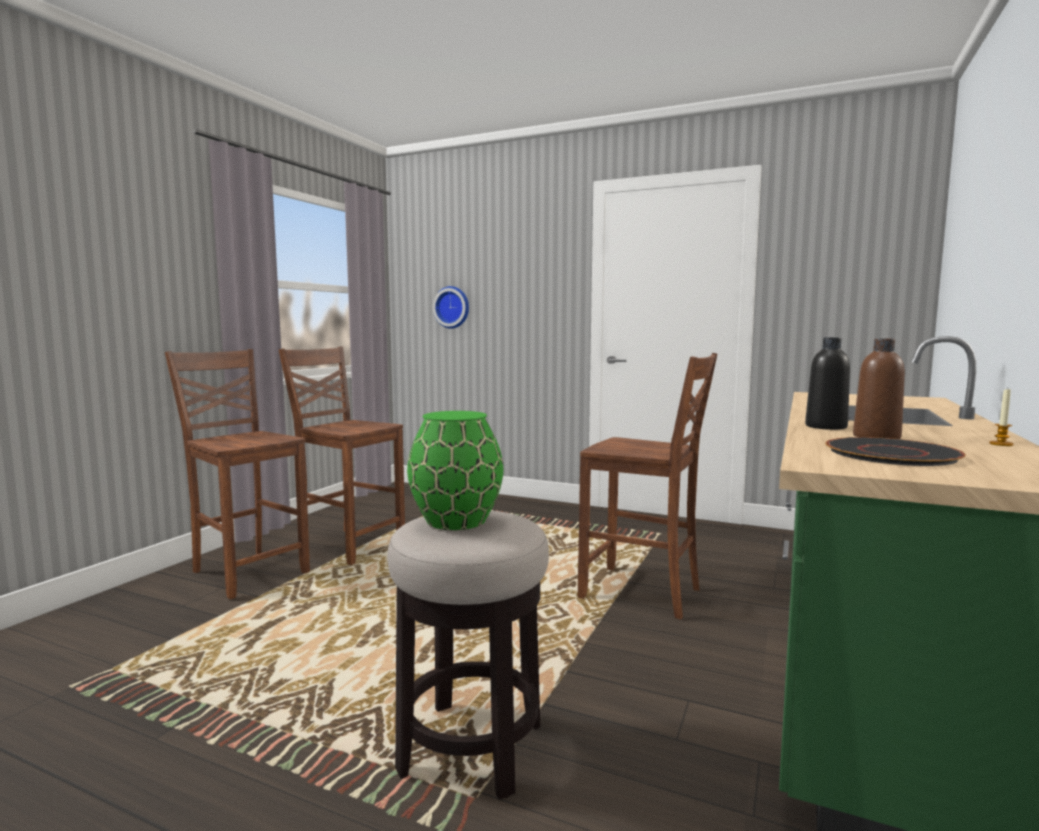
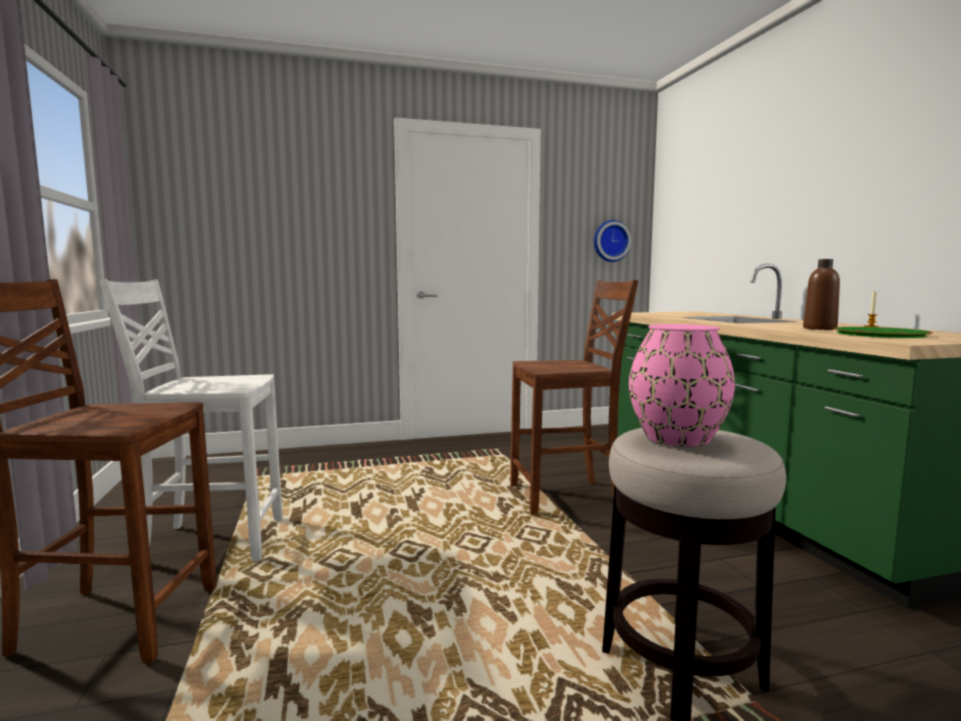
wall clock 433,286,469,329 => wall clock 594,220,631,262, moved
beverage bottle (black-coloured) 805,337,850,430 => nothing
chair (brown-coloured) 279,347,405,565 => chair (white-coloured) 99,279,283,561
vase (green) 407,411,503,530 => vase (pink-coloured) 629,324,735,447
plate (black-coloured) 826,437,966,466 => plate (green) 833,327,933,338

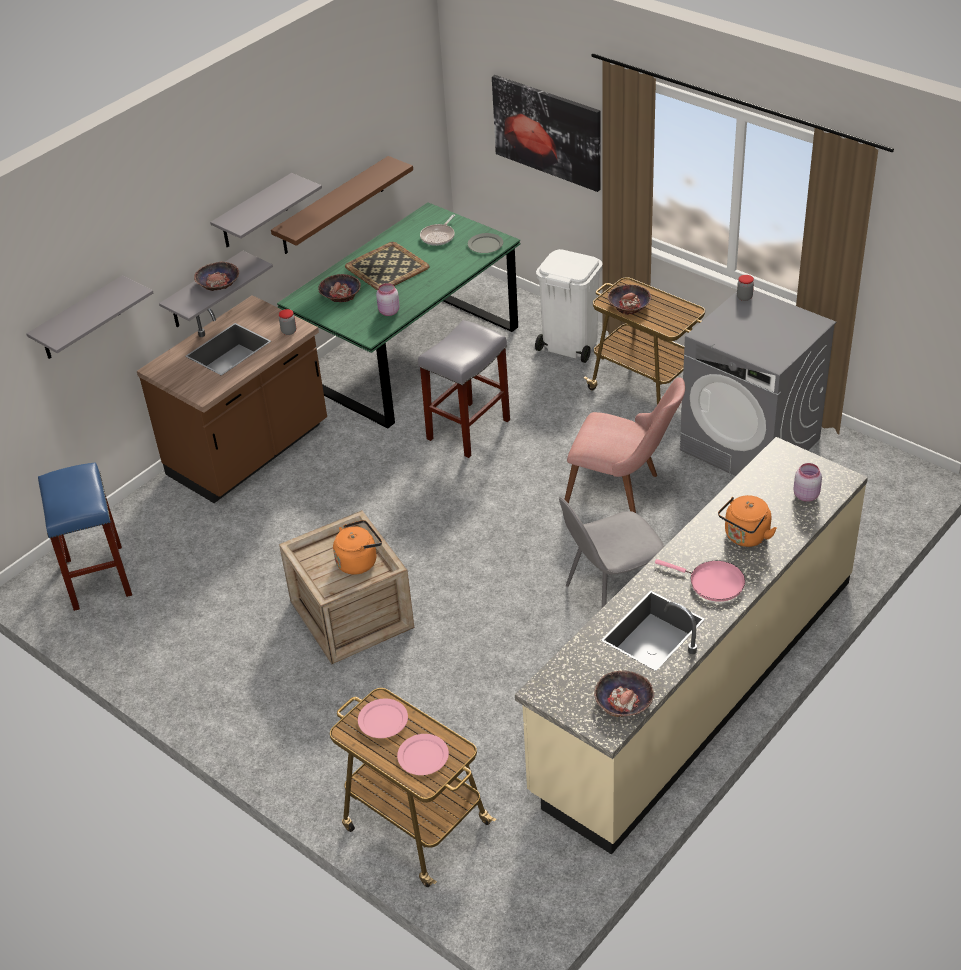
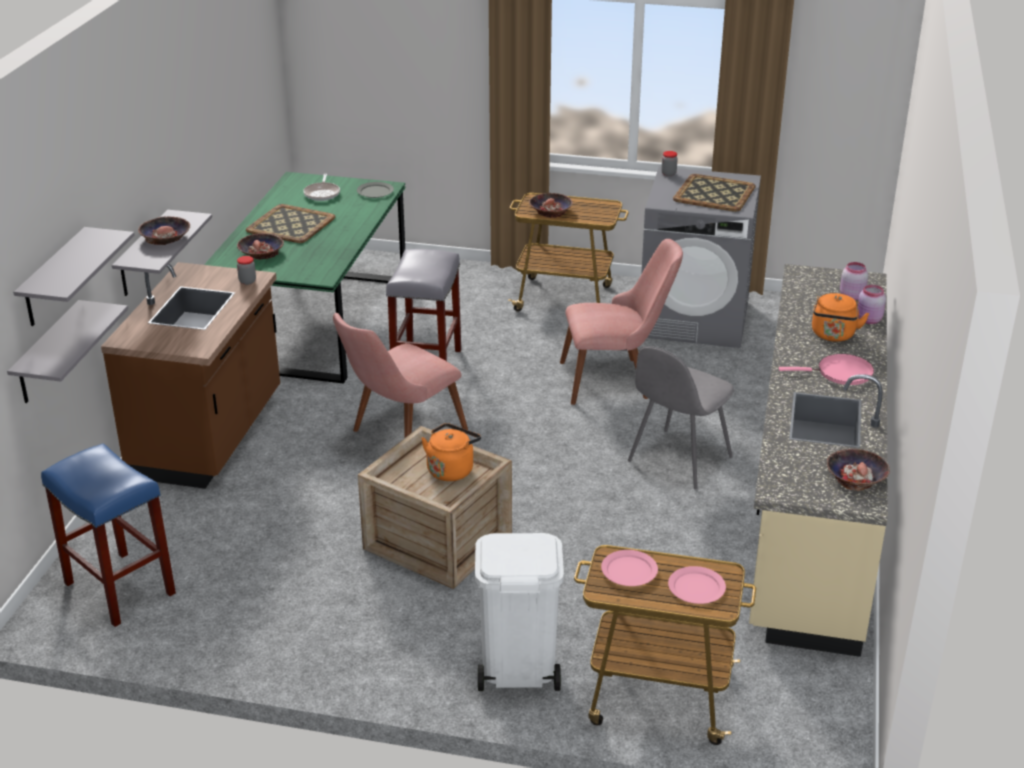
picture 492,75,601,192 => nothing
wall shelf (brown-coloured) 271,156,413,254 => nothing
wall shelf (greyish) 210,173,322,248 => wall shelf (greyish) 7,300,128,403, moved
trash can (white-coloured) 535,249,603,363 => trash can (white-coloured) 475,533,564,691, moved
storage jar (pink-coloured) 376,283,400,316 => storage jar (pink-coloured) 858,285,886,324, moved
nothing => tray 673,174,756,212
nothing => chair (pink-coloured) 333,313,468,437

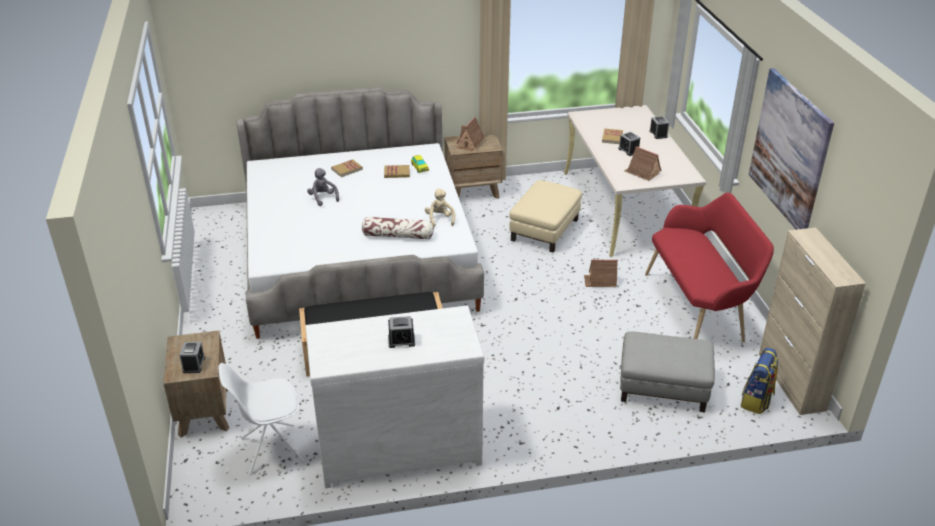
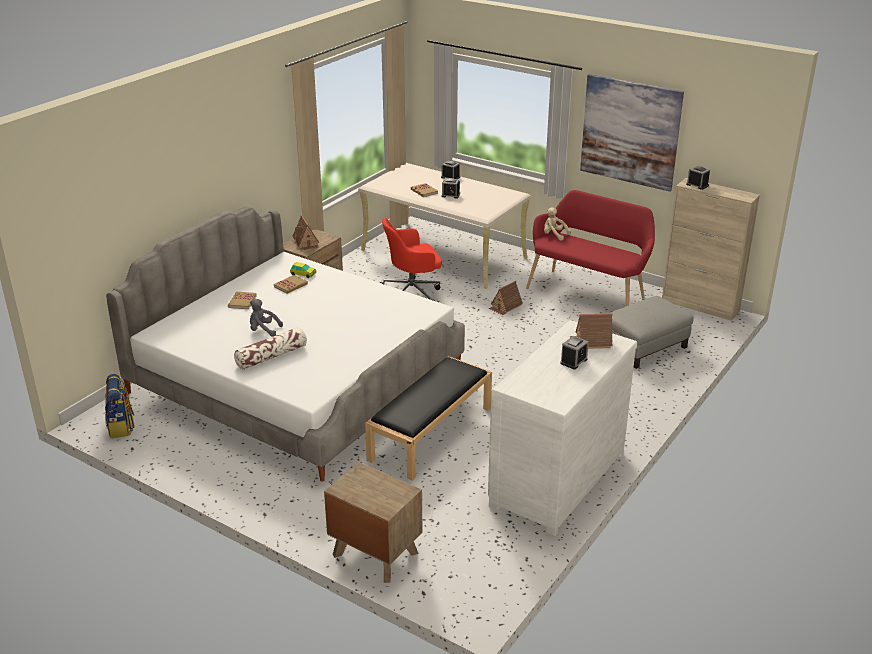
model house 625,146,661,181 => model house 570,313,613,349, moved
pouffe (beige-coloured) 509,180,582,252 => office chair (reddish) 380,218,442,301
cuddly toy (beige-coloured) 425,188,455,227 => cuddly toy (beige-coloured) 544,207,571,241, moved
cushion 362,217,434,240 => cushion 234,327,307,370, moved
alarm clock 179,342,205,373 => alarm clock 686,166,710,190, moved
rucksack 741,348,778,414 => rucksack 105,374,135,438, moved
chair (white-coloured) 218,363,304,475 => nothing

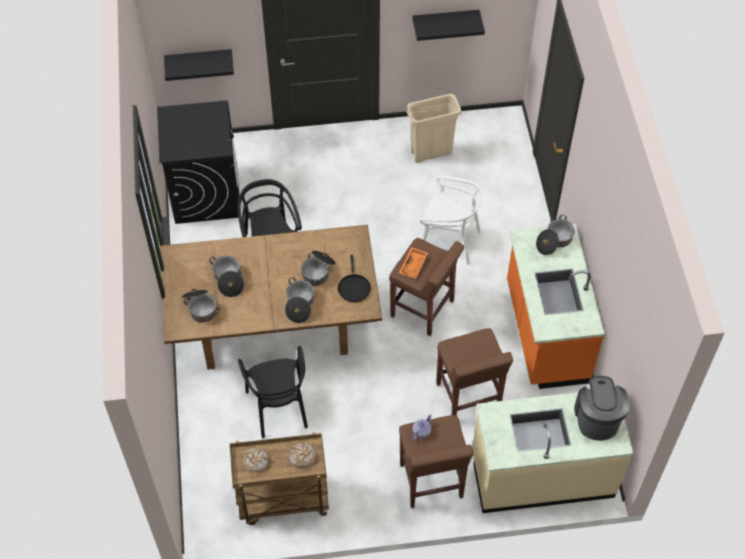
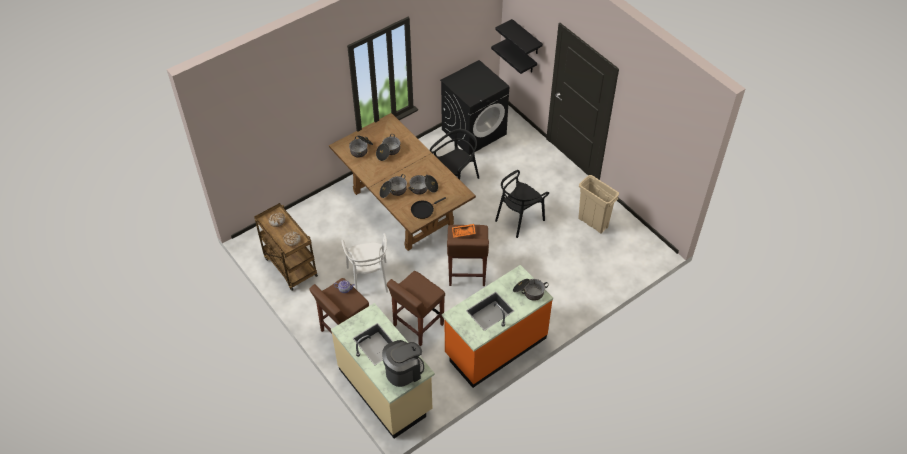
wall shelf (black-coloured) 413,10,485,41 => wall shelf (black-coloured) 495,19,543,55, moved
chair (white-coloured) 420,175,484,265 => chair (white-coloured) 341,233,388,293, moved
chair (black-coloured) 238,346,308,438 => chair (black-coloured) 495,170,549,238, moved

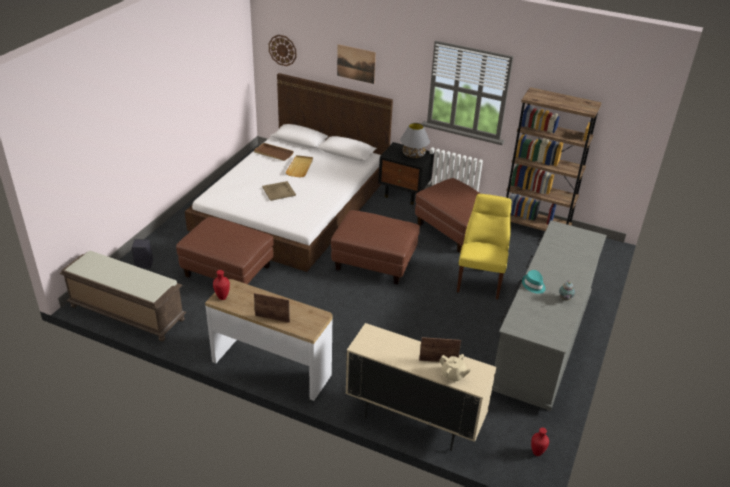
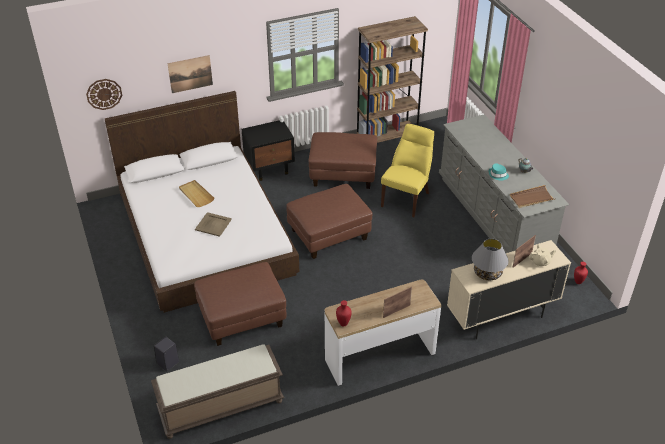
lamp for a table (greyish) 400,123,430,158 => lamp for a table (greyish) 472,239,509,280, moved
tray (brown-coloured) 254,143,294,161 => tray (brown-coloured) 509,185,555,208, moved
chair (yellowish) 457,194,512,299 => chair (yellowish) 381,124,434,217, 60 degrees clockwise

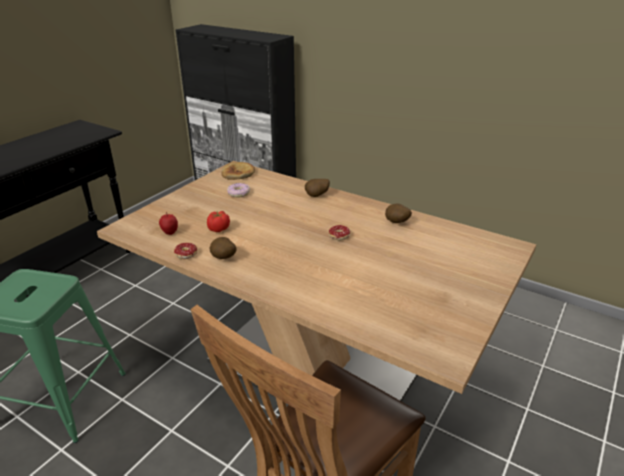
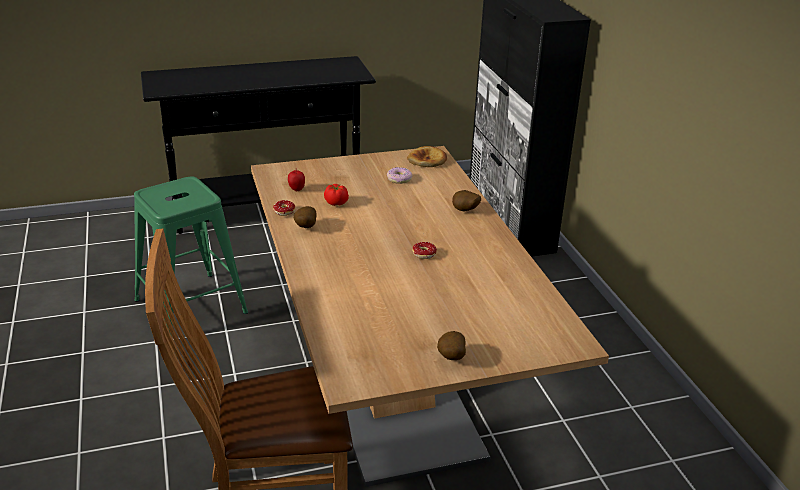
potato 385,203,412,223 => potato 437,331,466,360, moved

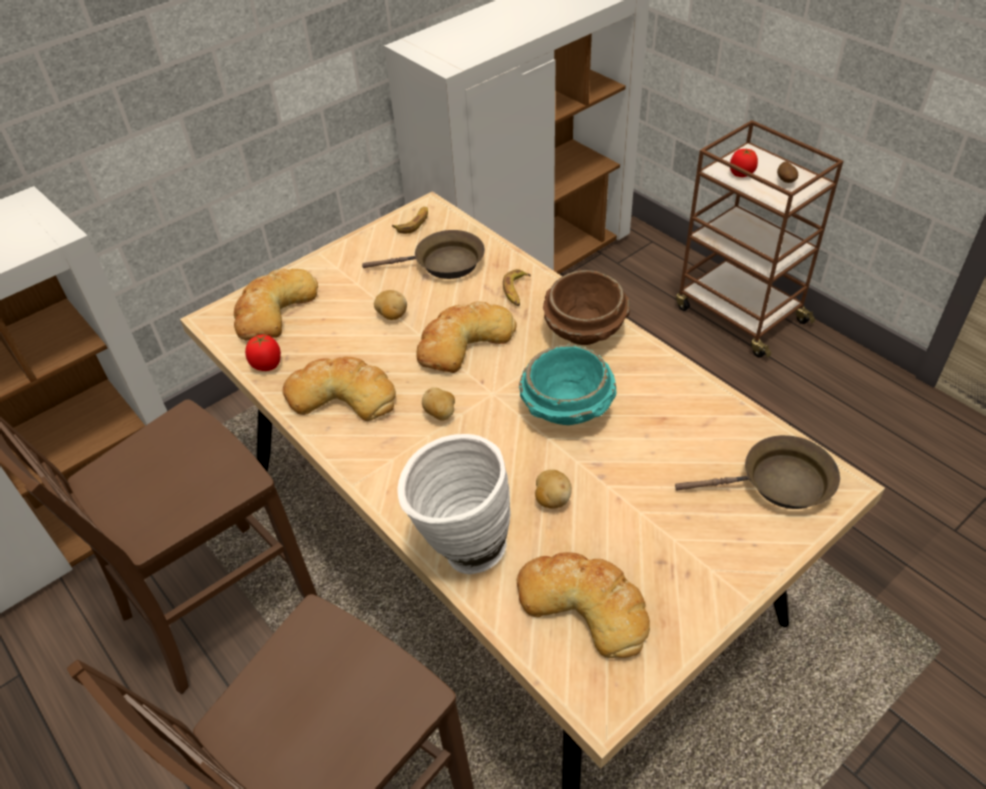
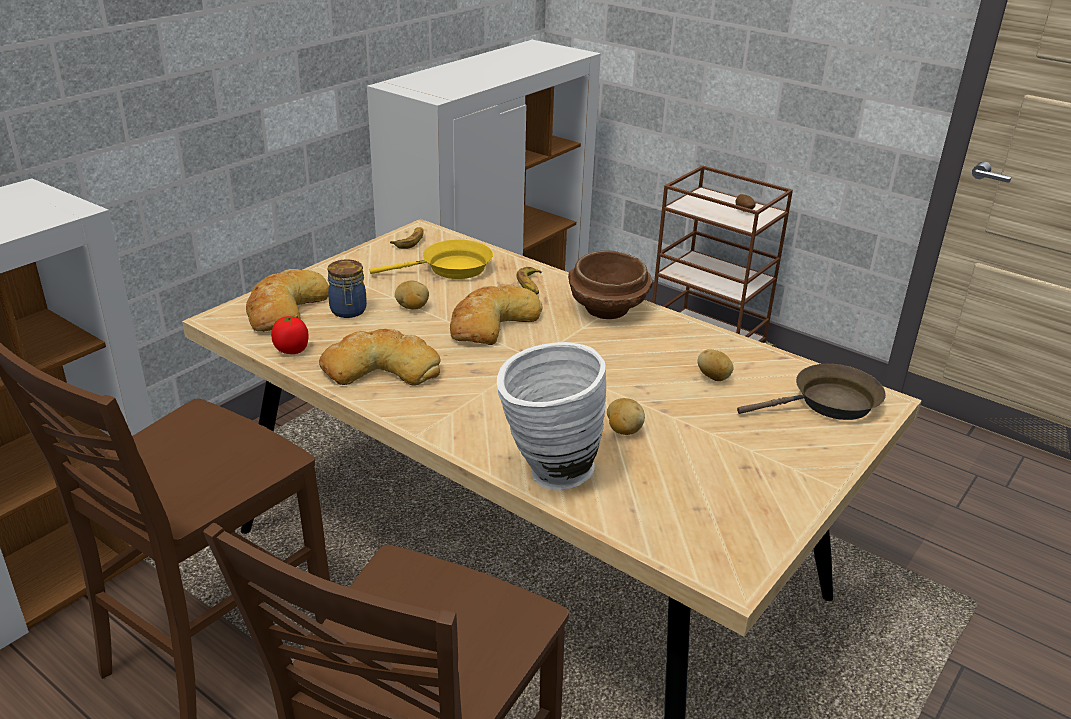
whole tomato 730,149,758,177 => nothing
skillet (brown-coloured) 362,230,485,279 => skillet (yellowish) 370,240,493,279
deep dish (turquoise) 519,345,616,425 => nothing
potato 422,387,455,421 => potato 698,349,734,381, moved
bakery bread 517,552,650,658 => nothing
nothing => storage jar 328,260,367,318

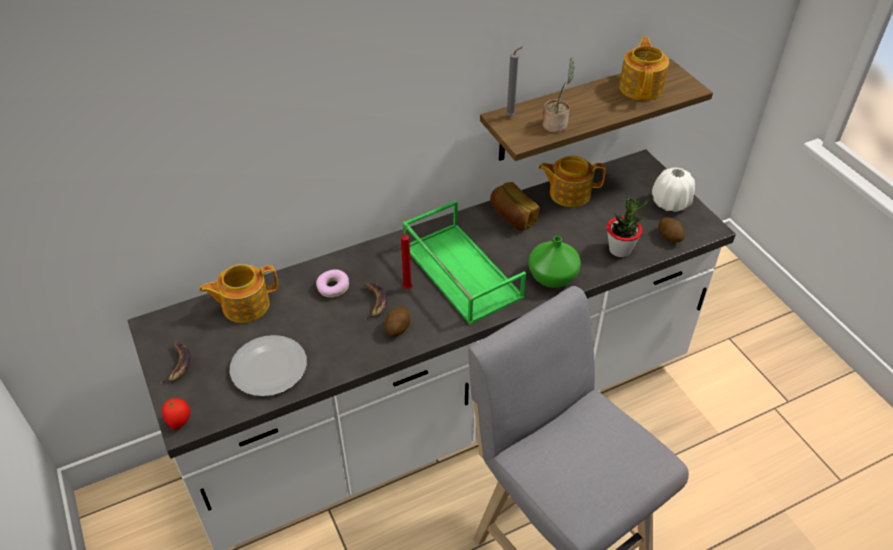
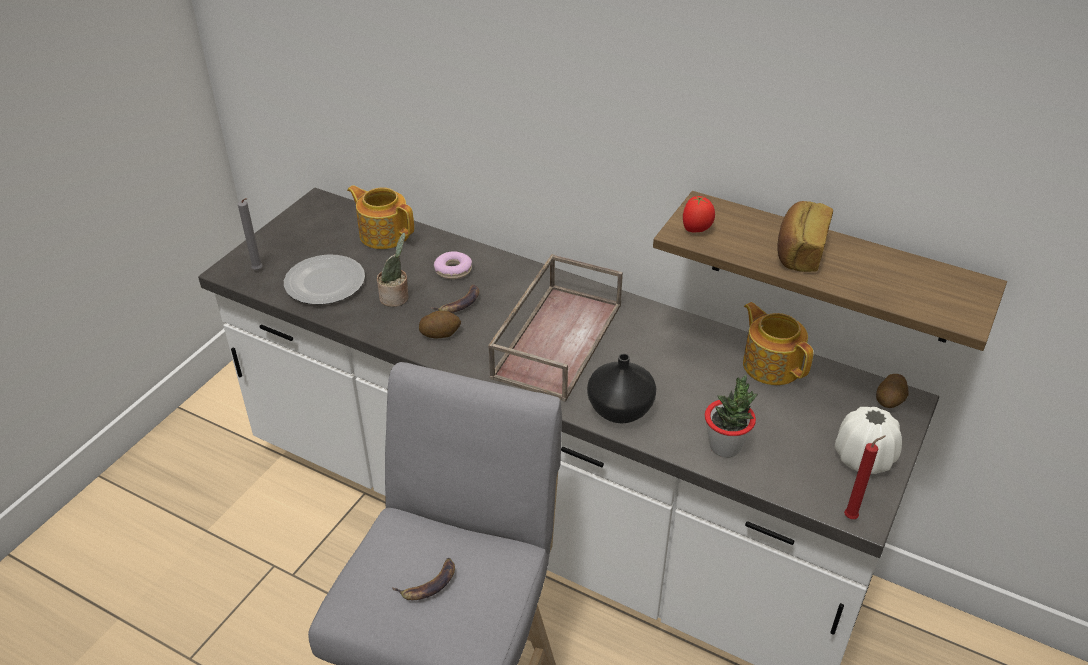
pot for tea 619,36,669,101 => nothing
wax candle (greyish) 506,46,523,117 => wax candle (greyish) 238,198,262,270, moved
houseplant 542,58,575,133 => houseplant 377,233,408,307, moved
bakery bread 490,182,540,231 => bakery bread 777,201,833,272, moved
tray (green) 403,201,526,325 => tray (brown-coloured) 488,254,623,402
potato 658,217,685,243 => potato 876,374,908,408, moved
wax candle (reddish) 401,225,412,289 => wax candle (reddish) 844,435,885,519, moved
vase (green) 529,236,581,288 => vase (black-coloured) 587,354,656,423
banana 159,342,191,384 => banana 391,558,455,600, moved
whole tomato 162,398,190,429 => whole tomato 683,196,715,232, moved

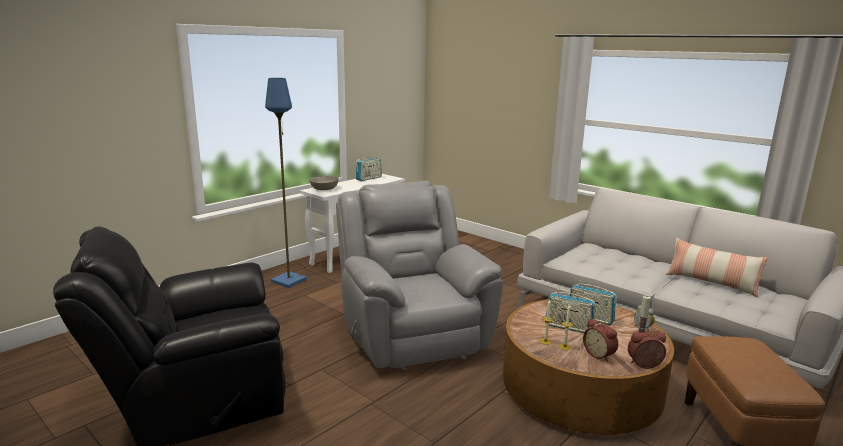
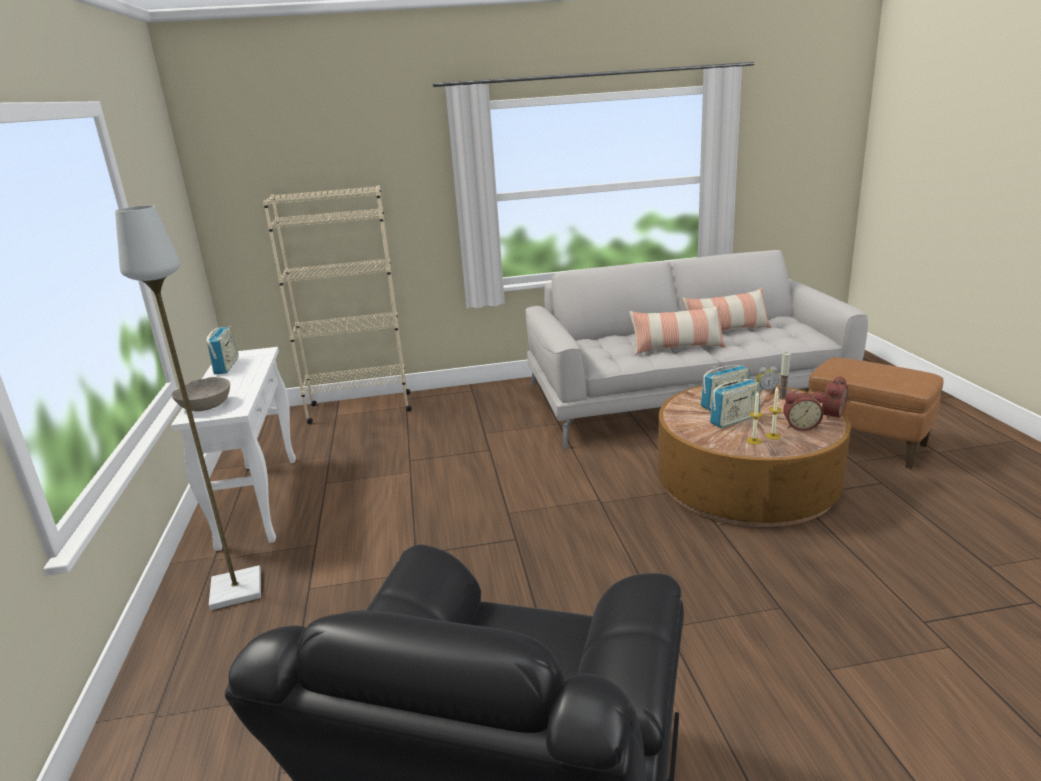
standing lamp (bluish) 265,78,307,288 => standing lamp (greyish) 115,205,261,610
easy chair (greyish) 336,181,503,372 => nothing
nothing => shelving unit (beige-coloured) 263,185,412,424
nothing => cushion 629,304,726,355

